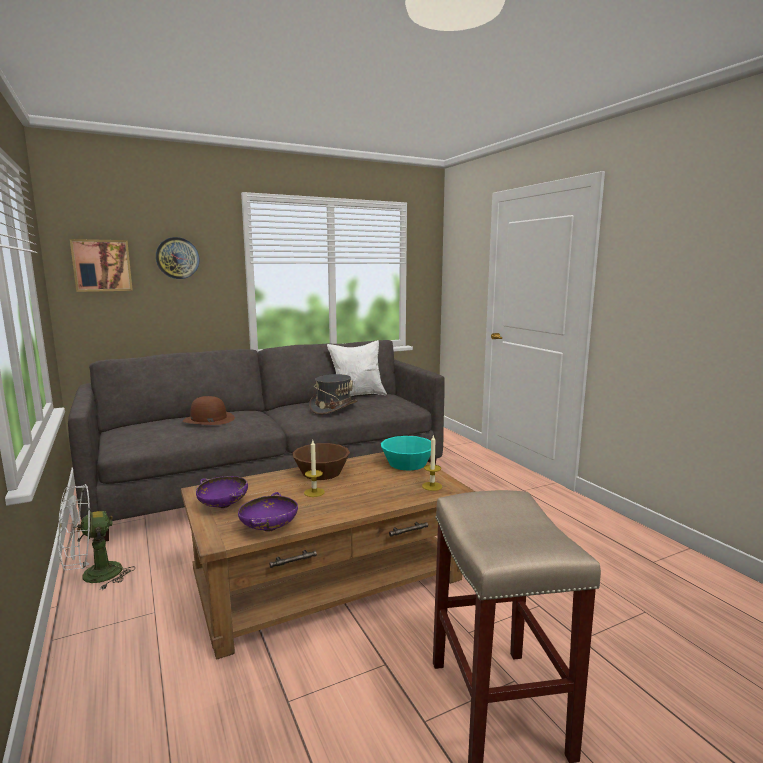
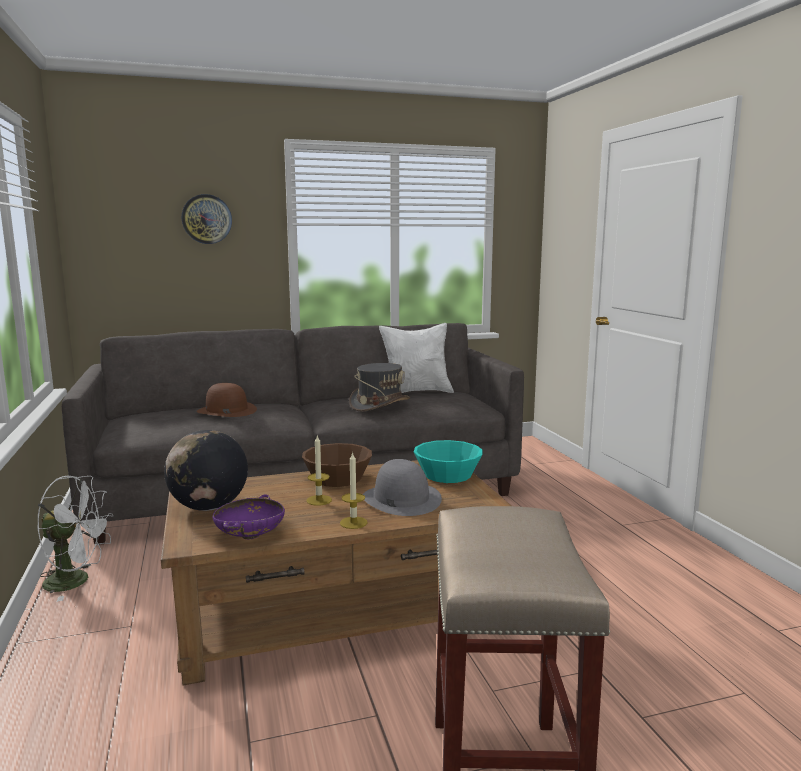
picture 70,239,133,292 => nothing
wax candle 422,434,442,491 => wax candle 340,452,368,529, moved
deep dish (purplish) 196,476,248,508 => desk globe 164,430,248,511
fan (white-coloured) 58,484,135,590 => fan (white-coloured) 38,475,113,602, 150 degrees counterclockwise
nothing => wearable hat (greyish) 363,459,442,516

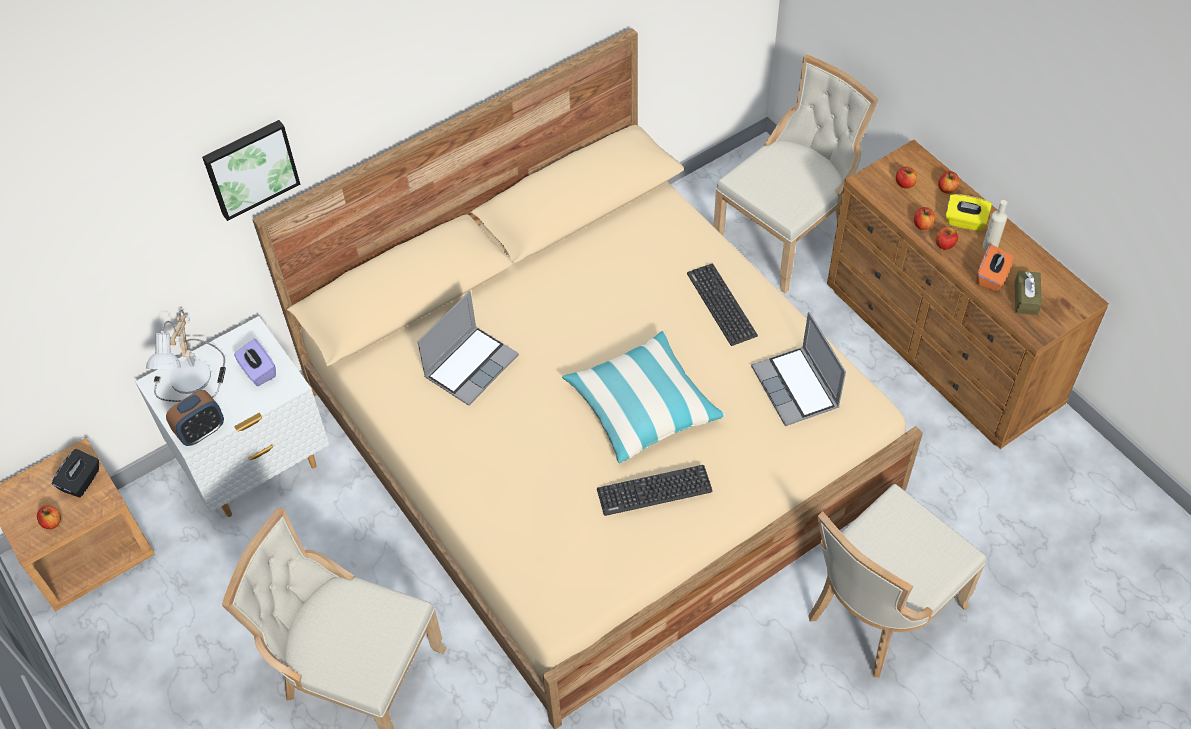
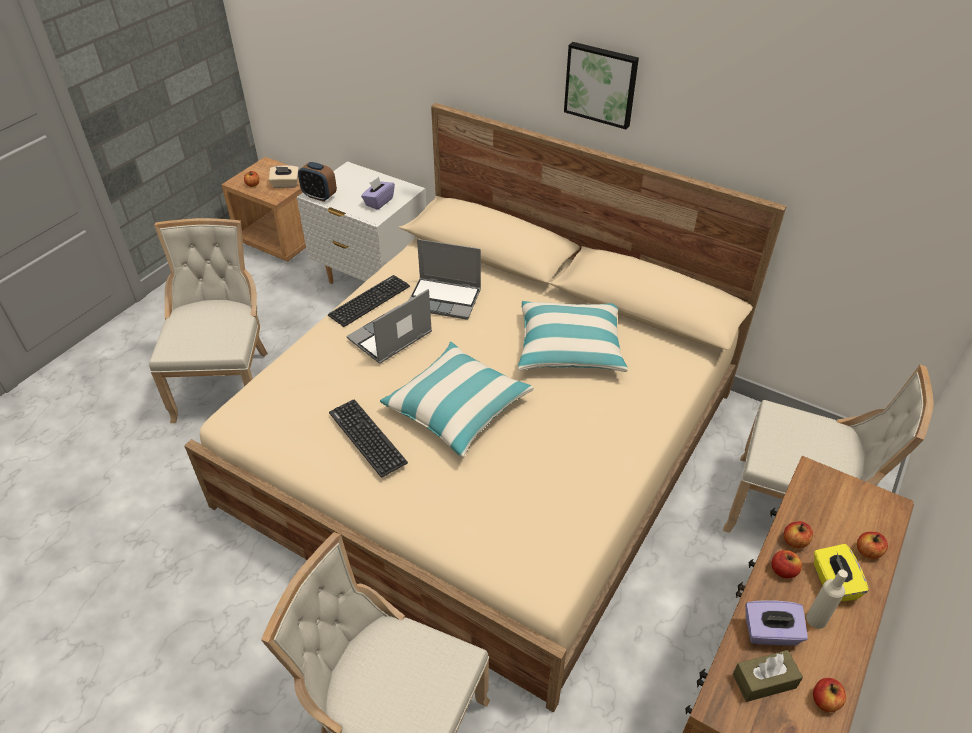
picture 202,120,300,221 => picture 564,42,639,129, moved
apple 896,166,917,189 => apple 813,678,846,712, moved
box of tissues (orange-coloured) 976,244,1014,291 => box of tissues (purplish) 745,600,808,646
keyboard 687,263,758,346 => keyboard 328,275,410,327, moved
lamp for a table 146,309,226,402 => nothing
portable computer 751,312,846,426 => portable computer 347,289,432,364, moved
box of tissues (black-coloured) 52,449,99,497 => box of tissues (beige-coloured) 269,165,299,188
nothing => cushion 518,301,628,372

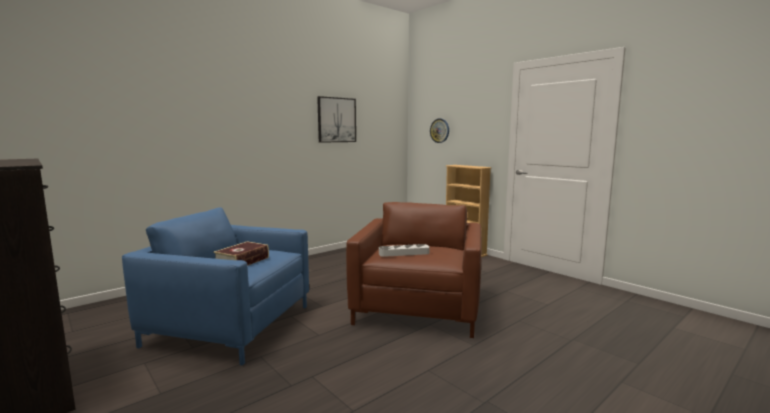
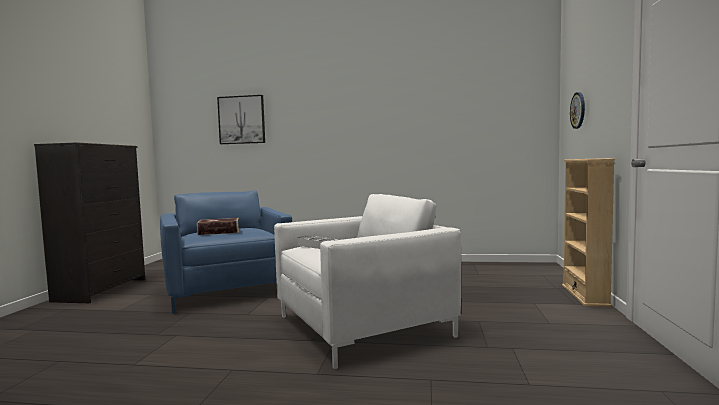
picture 317,96,356,143 => picture 217,95,265,144, moved
easy chair (brown-coloured) 346,202,482,338 => easy chair (white-coloured) 274,194,461,369

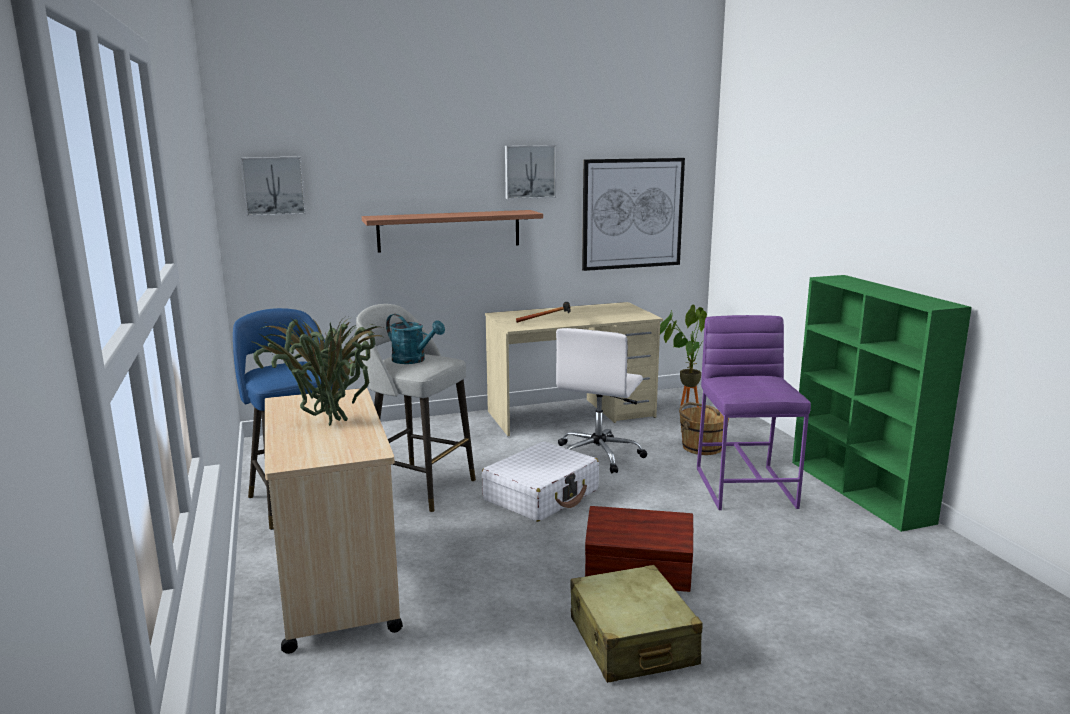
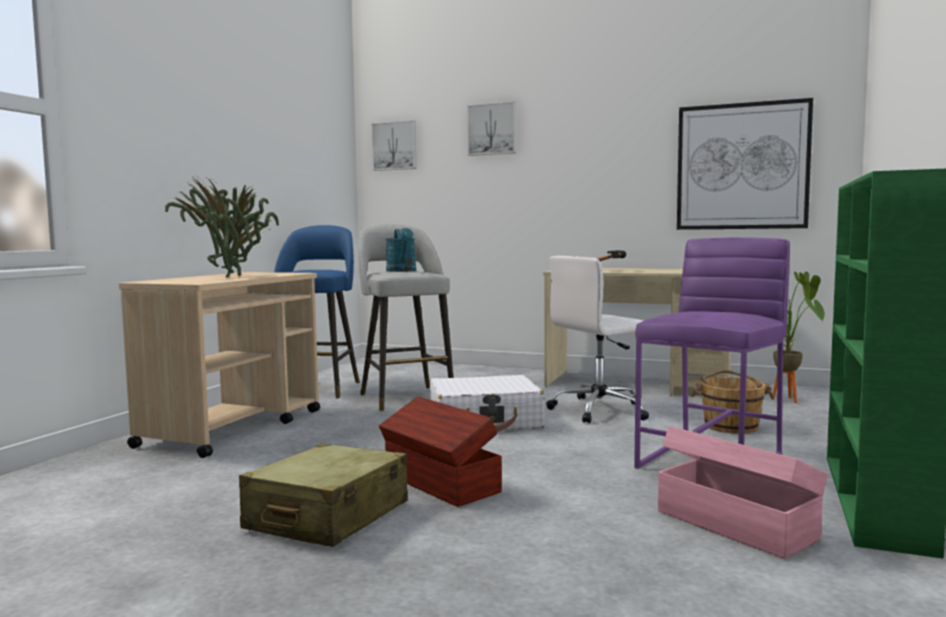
picture 505,145,556,199 => picture 467,101,516,156, moved
wall shelf 362,210,543,253 => nothing
nothing => storage bin (pink-coloured) 658,426,828,559

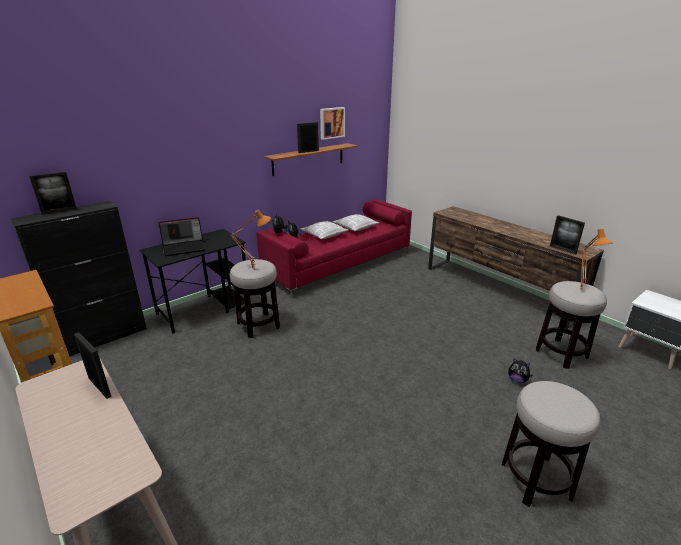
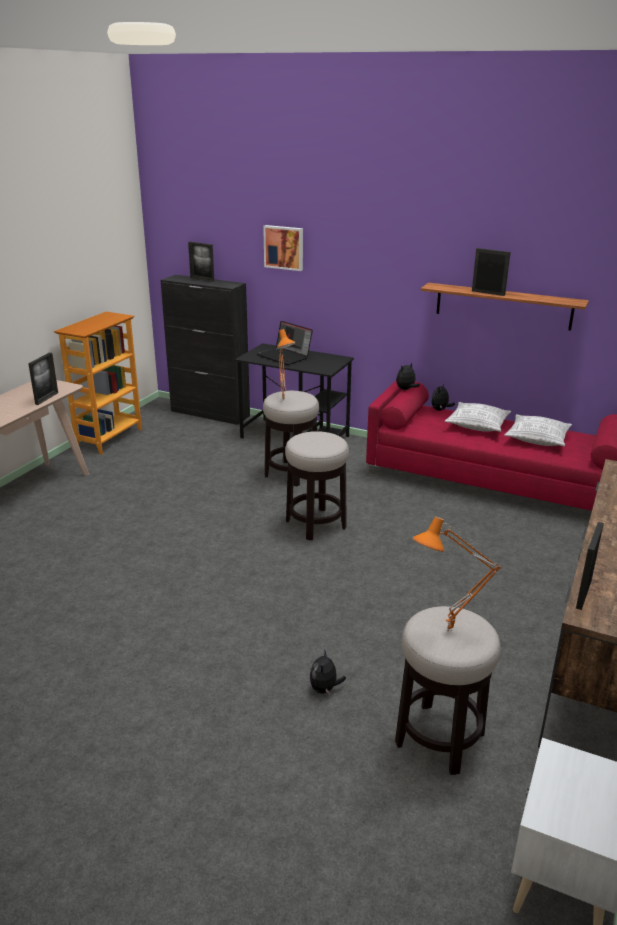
picture 320,107,345,140 => picture 263,225,303,271, moved
stool seat 502,381,601,507 => stool seat 285,431,349,540, moved

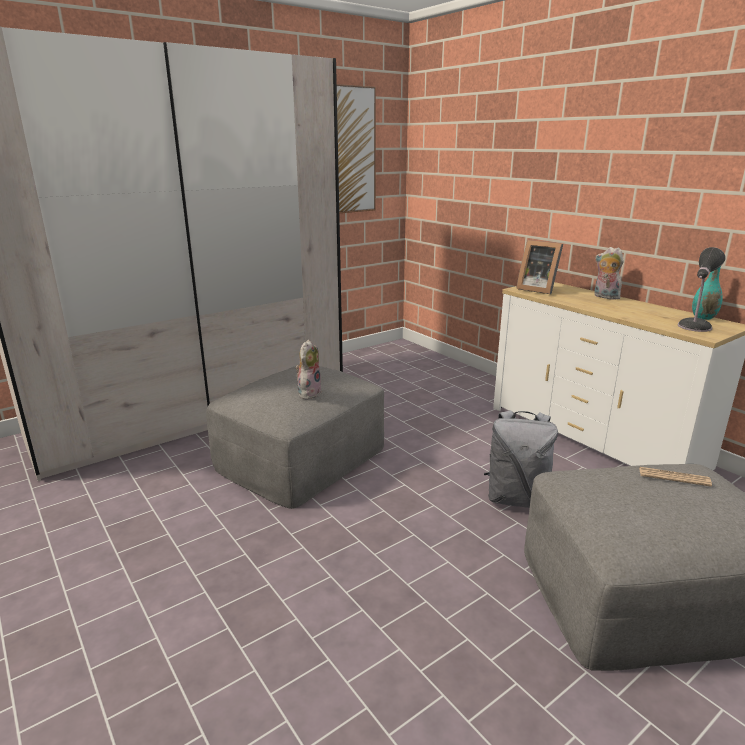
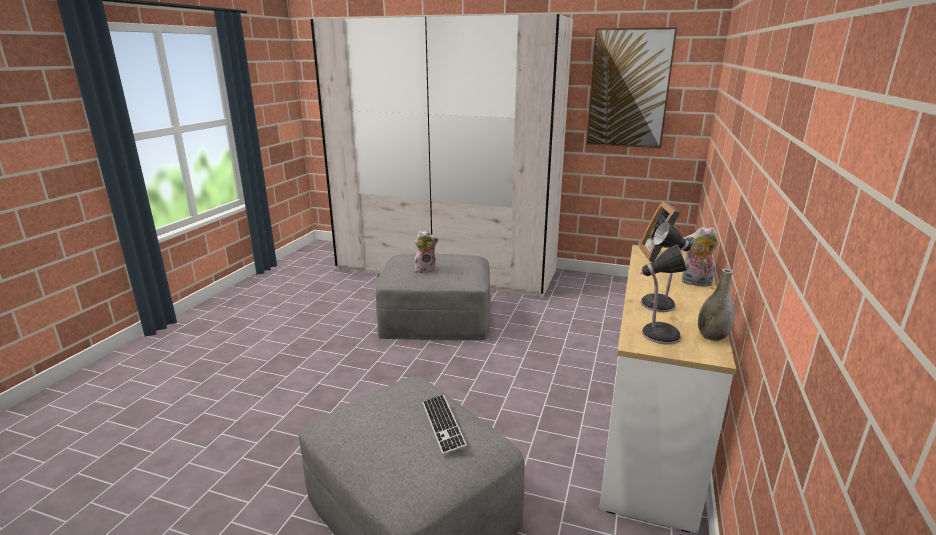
cuddly toy 595,247,624,300 => cuddly toy 682,227,719,286, 90 degrees counterclockwise
vase (turquoise) 692,266,723,320 => vase (greyish) 698,269,735,341
rucksack (greyish) 484,410,558,508 => nothing
newspaper 639,467,712,487 => keyboard 422,394,467,455
nothing => lamp for a table 640,222,692,312

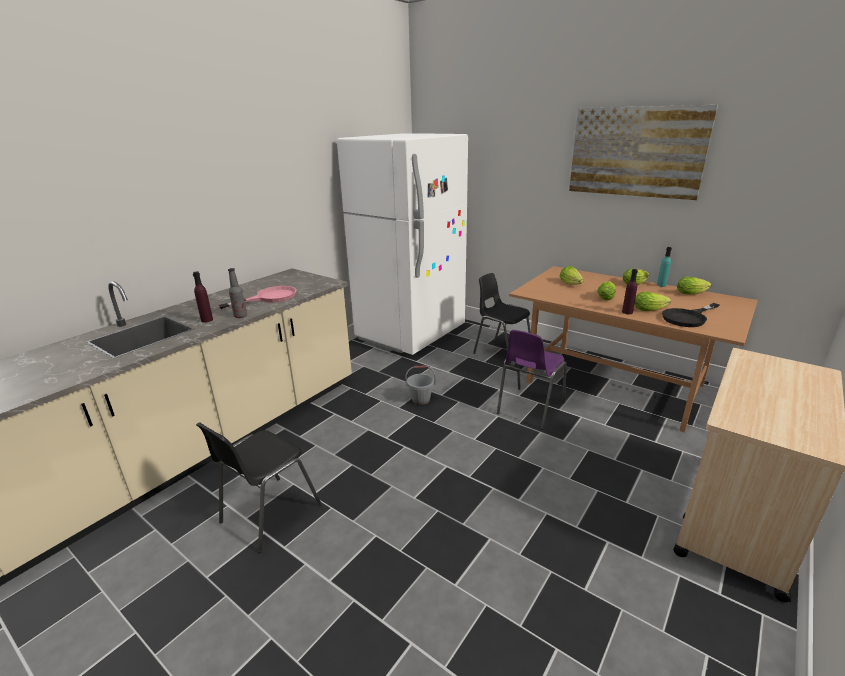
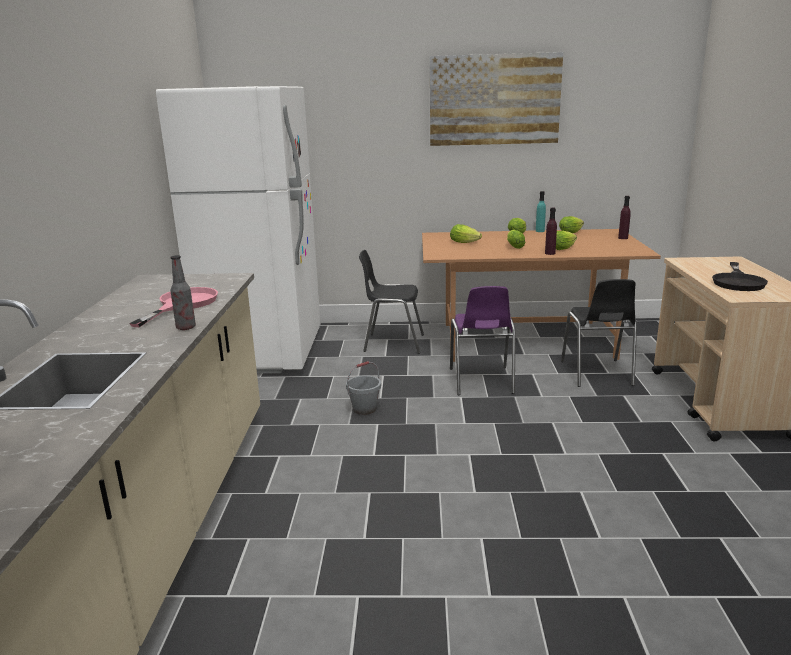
beverage bottle (purplish) 193,271,213,323 => beverage bottle (purplish) 618,196,631,239, moved
skillet (black-coloured) 662,303,719,327 => skillet (black-coloured) 712,262,768,291, moved
chair (black-coloured) 196,422,322,553 => chair (black-coloured) 561,279,637,387, moved

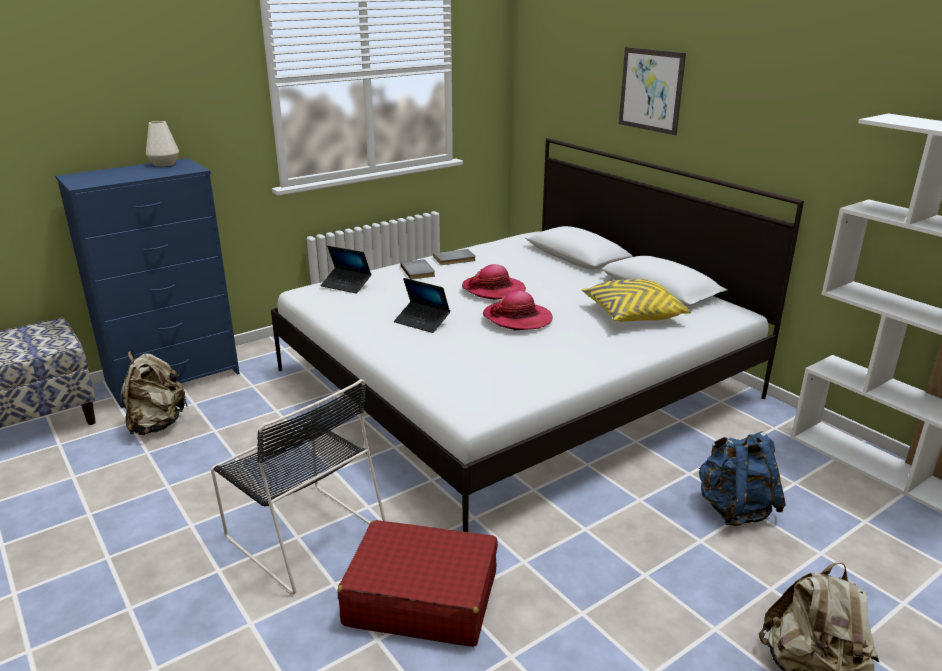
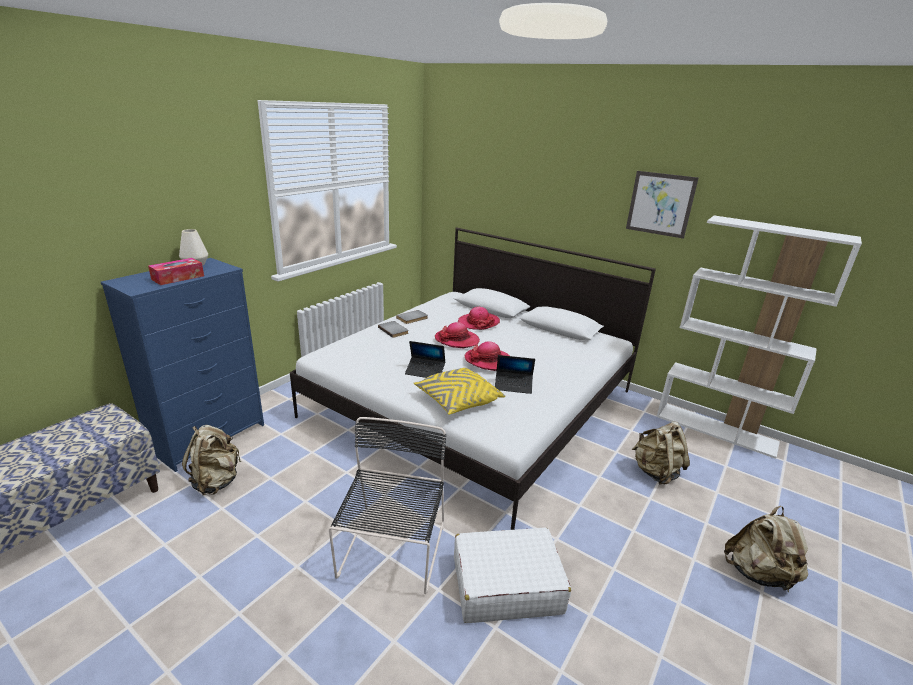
picture 619,47,686,135 => picture 626,171,699,239, moved
portable computer 320,246,371,294 => portable computer 495,355,535,394, moved
cushion (yellowish) 582,279,691,322 => cushion (yellowish) 414,368,505,415, moved
chair (black-coloured) 211,379,386,594 => chair (black-coloured) 329,417,446,594, 105 degrees counterclockwise
rucksack (bluish) 699,431,786,526 => rucksack (beige-coloured) 632,421,690,485
piece of luggage (reddish) 337,520,498,647 => piece of luggage (white-coloured) 454,527,571,623
nothing => box of tissues 148,258,204,285
nothing => wearable hat 458,307,500,330

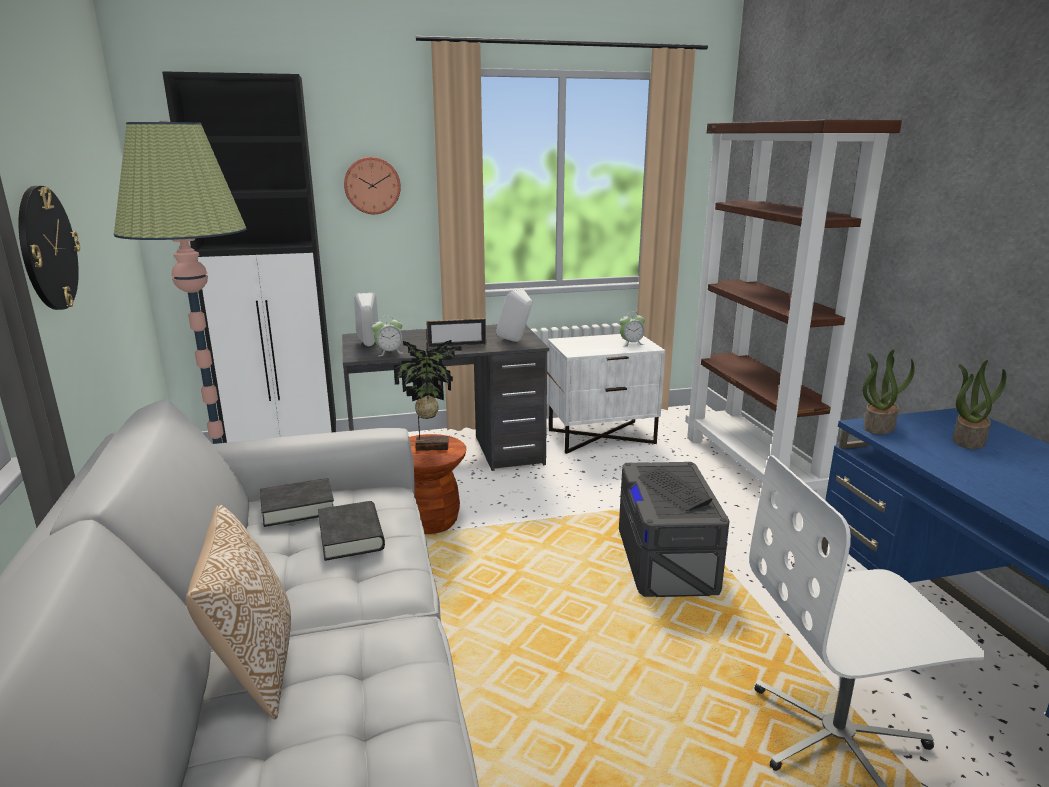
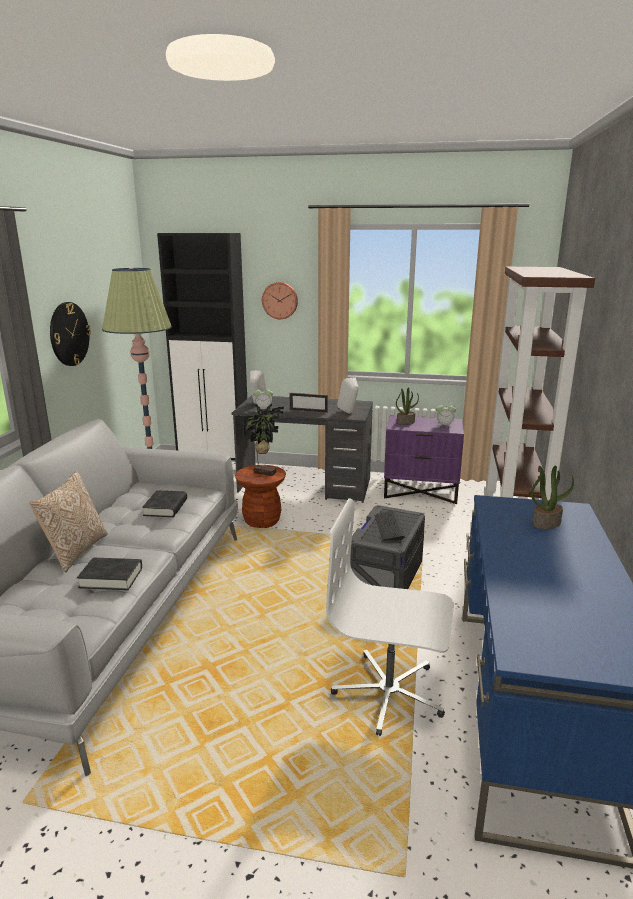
bedside table (white-coloured) 547,334,665,454 => bedside table (purplish) 384,415,464,504
houseplant 862,349,915,434 => houseplant 396,388,419,425, moved
bound book (black-coloured) 260,478,334,527 => bound book (black-coloured) 77,558,142,590, moved

